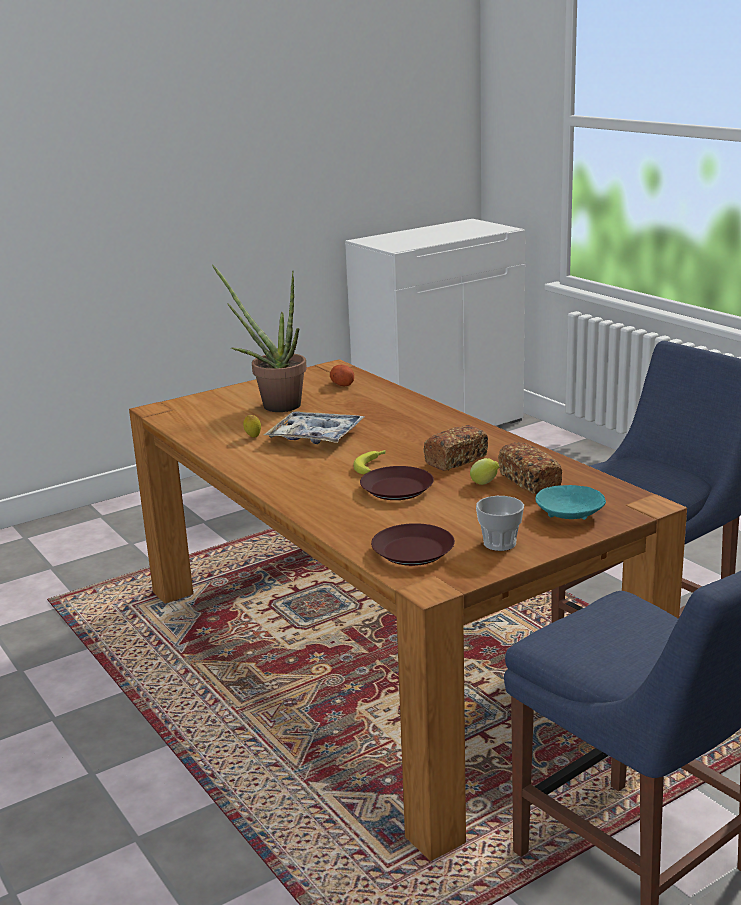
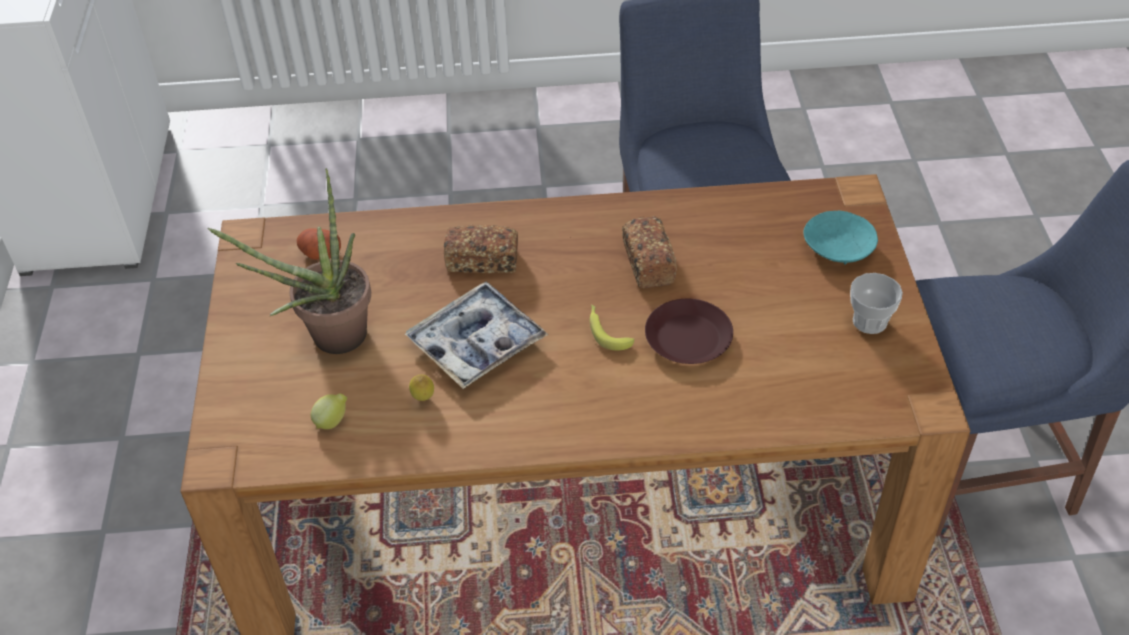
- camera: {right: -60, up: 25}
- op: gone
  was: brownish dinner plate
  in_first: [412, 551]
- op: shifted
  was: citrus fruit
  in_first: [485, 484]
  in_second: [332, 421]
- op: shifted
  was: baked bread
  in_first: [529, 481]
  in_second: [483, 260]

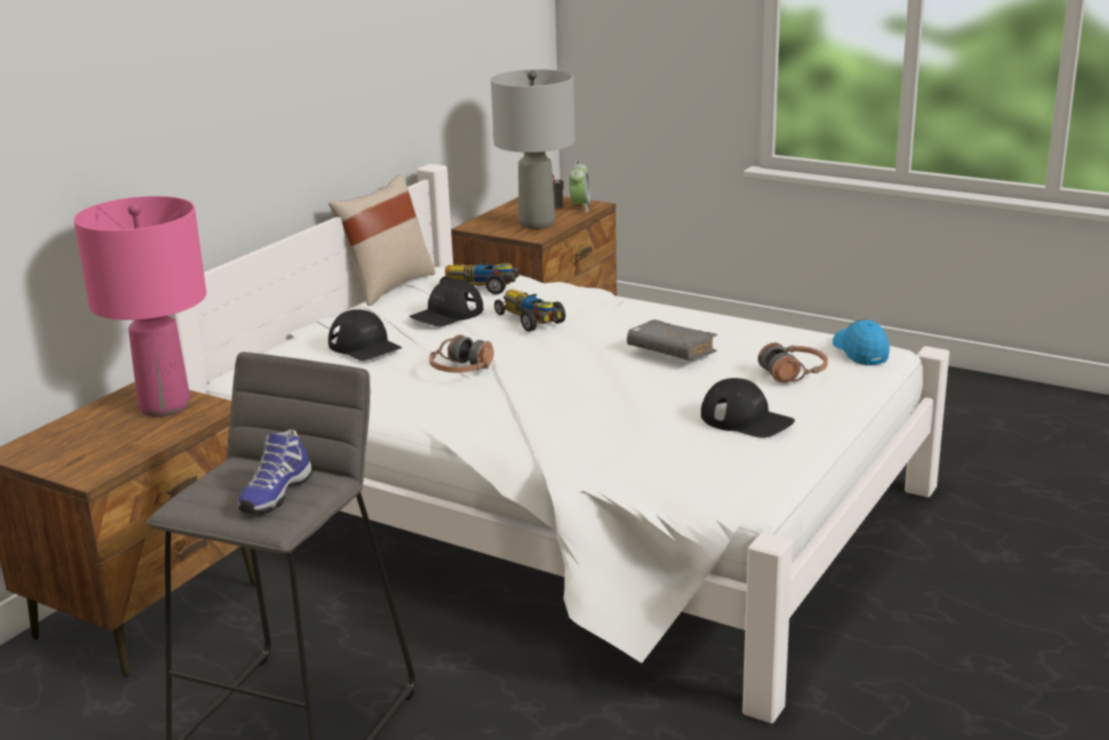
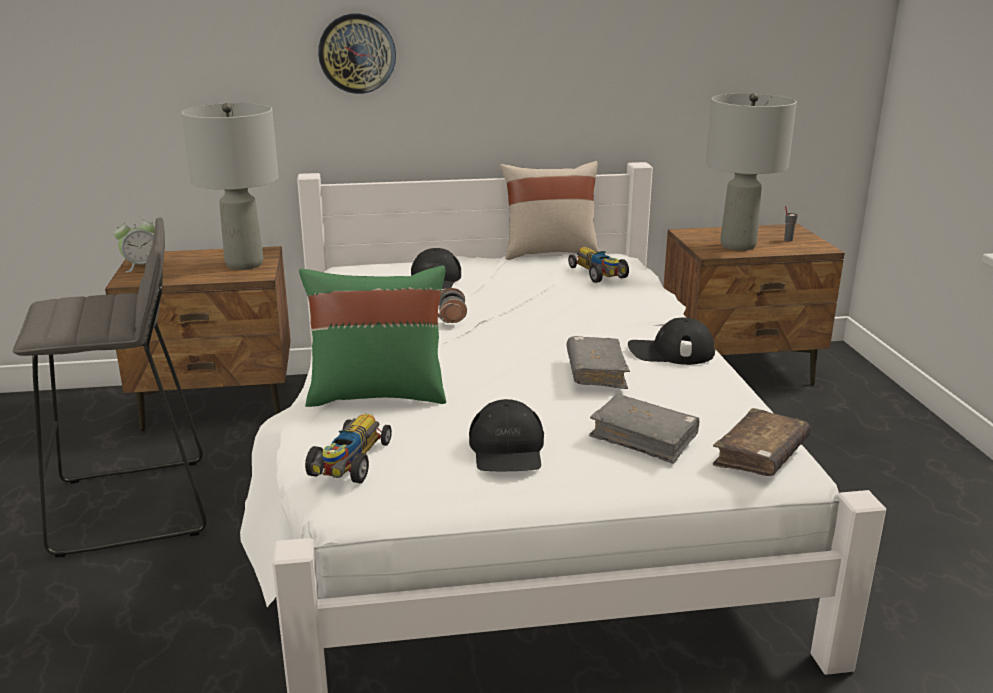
- camera: {right: 50, up: 0}
- op: repainted
  was: pinkish lamp for a table
  now: greyish lamp for a table
  in_first: [164, 407]
  in_second: [243, 264]
- op: gone
  was: item of footwear
  in_first: [274, 494]
- op: shifted
  was: blackish baseball cap
  in_first: [447, 314]
  in_second: [670, 352]
- op: shifted
  was: toy car
  in_first: [531, 320]
  in_second: [349, 463]
- op: shifted
  was: bedside clock
  in_first: [580, 207]
  in_second: [141, 266]
- op: swapped
  was: headset
  now: greyish bound book
  in_first: [793, 373]
  in_second: [644, 438]
- op: swapped
  was: bluish baseball cap
  now: brownish bound book
  in_first: [860, 351]
  in_second: [760, 455]
- op: new
  now: greenish throw pillow
  in_second: [378, 395]
- op: new
  now: hanging clock
  in_second: [357, 53]

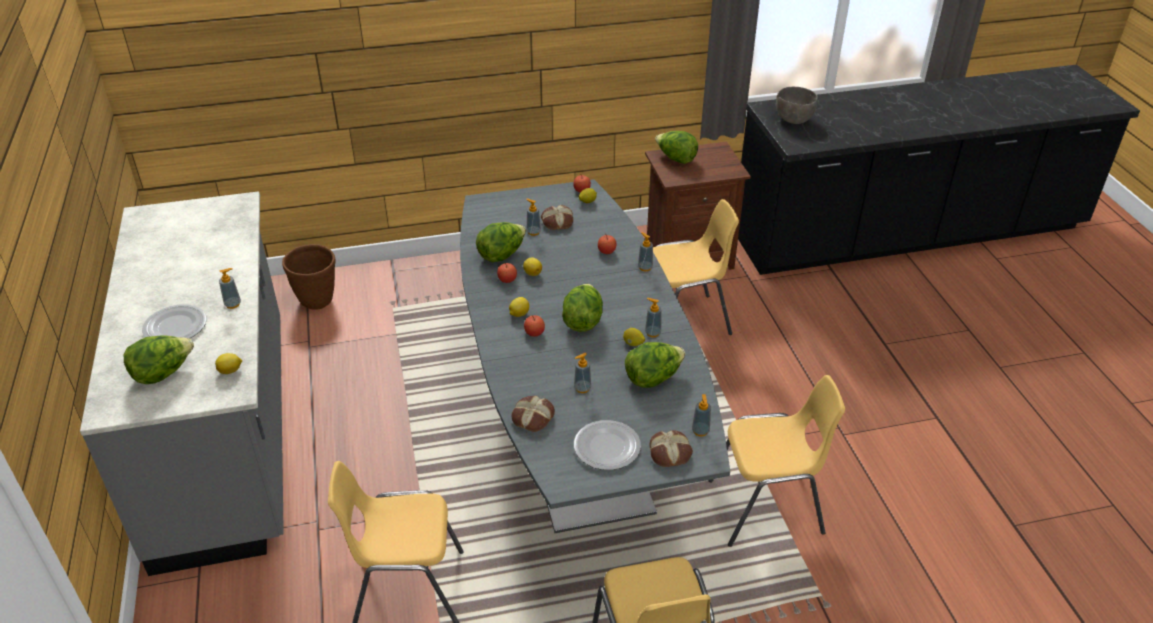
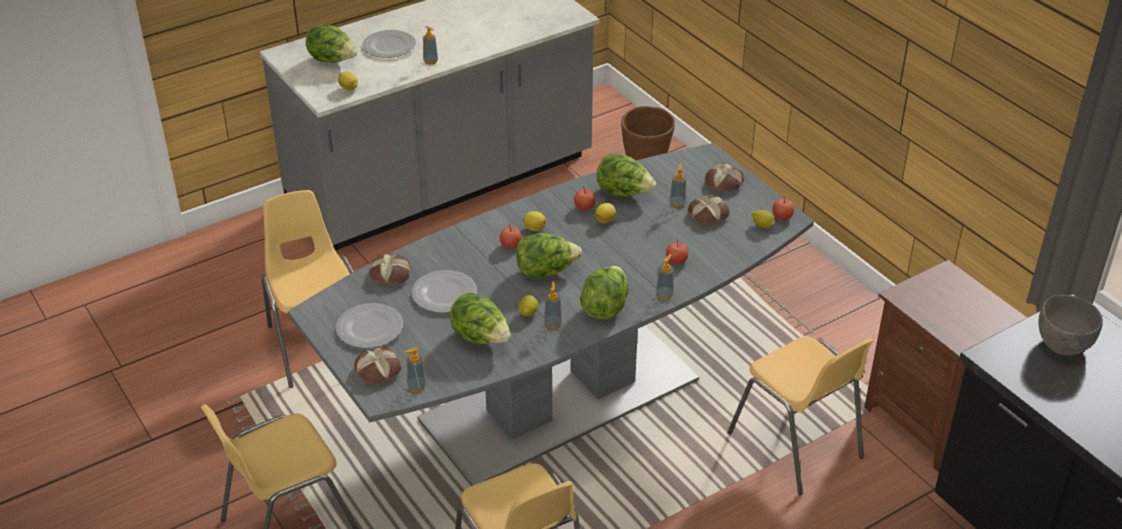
- camera: {right: 70, up: 0}
- op: swapped
  was: soap bottle
  now: dinner plate
  in_first: [582, 388]
  in_second: [444, 294]
- op: shifted
  was: lettuce head
  in_first: [676, 159]
  in_second: [605, 307]
- op: new
  now: baked bread
  in_second: [724, 183]

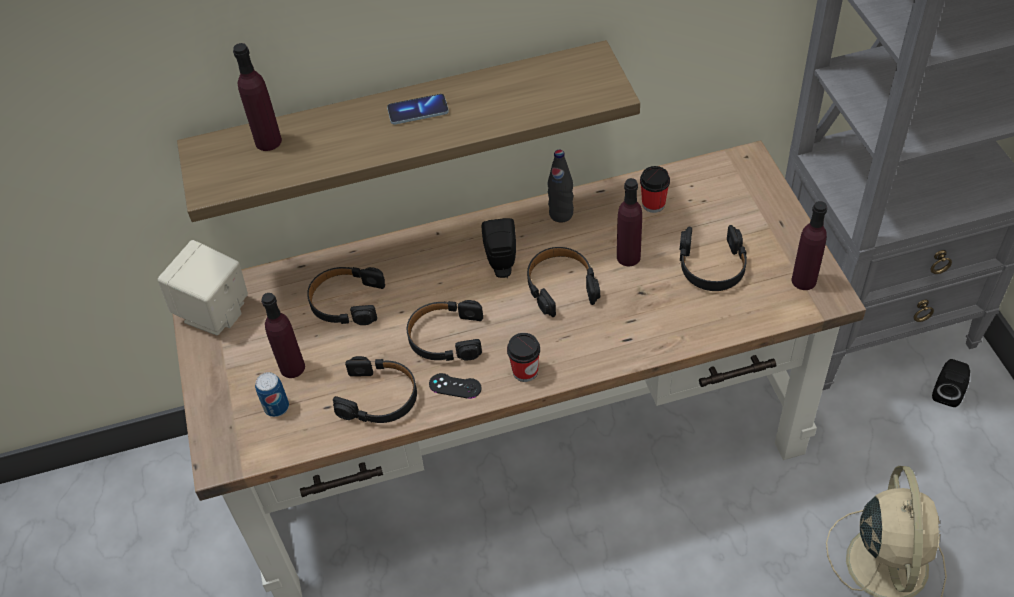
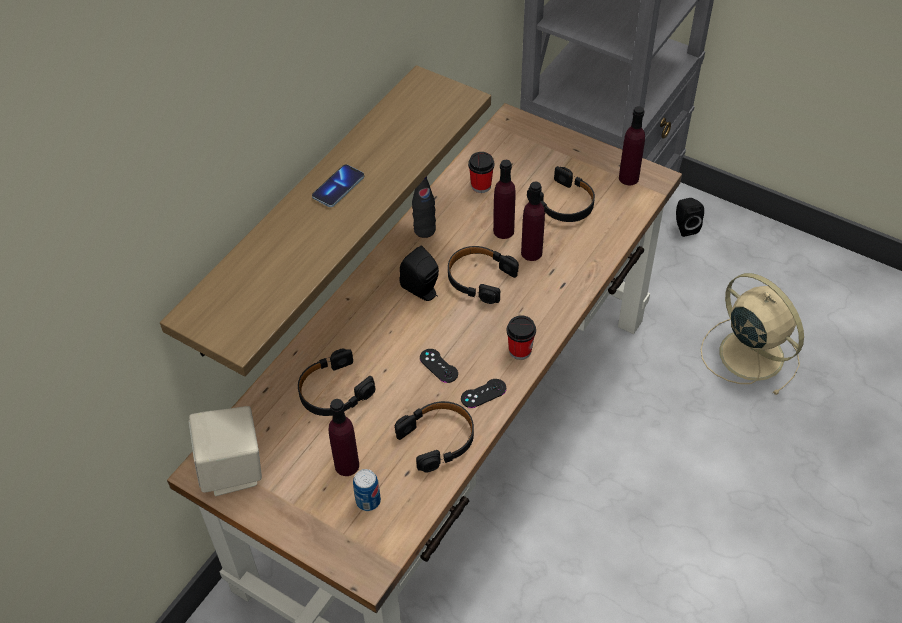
- camera: {right: -45, up: 0}
- op: shifted
  was: purple-coloured drink bottle
  in_first: [268, 141]
  in_second: [531, 252]
- op: swapped
  was: blackish headset
  now: blackish gamepad
  in_first: [445, 337]
  in_second: [438, 366]

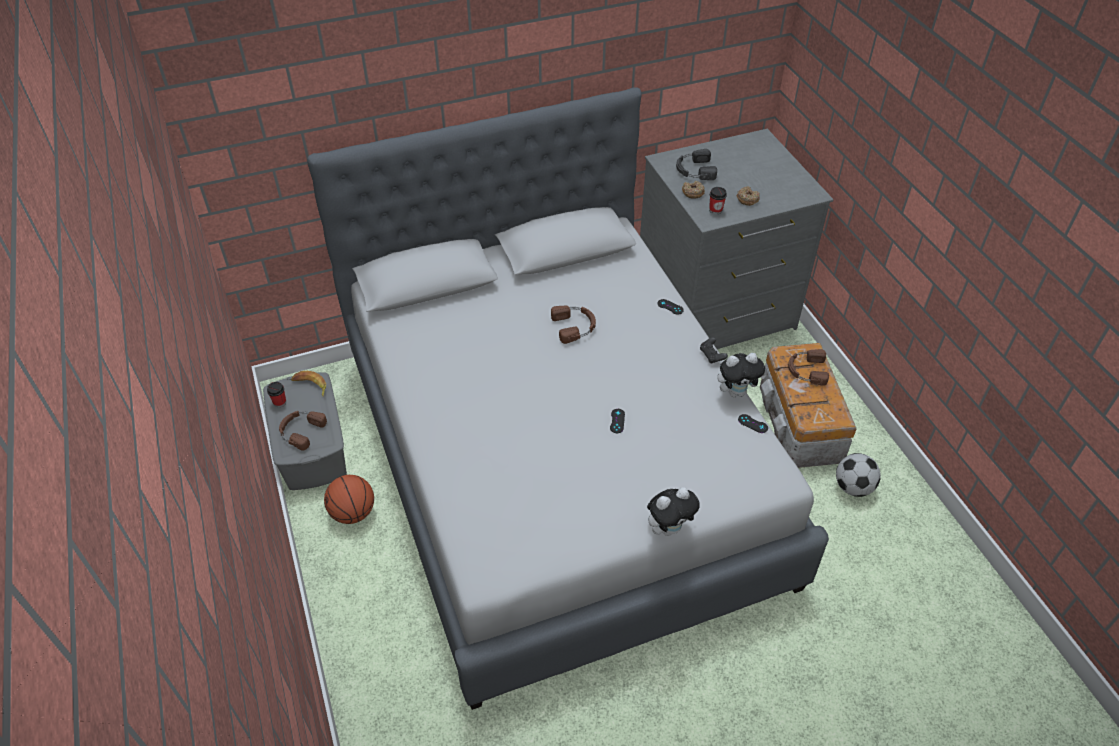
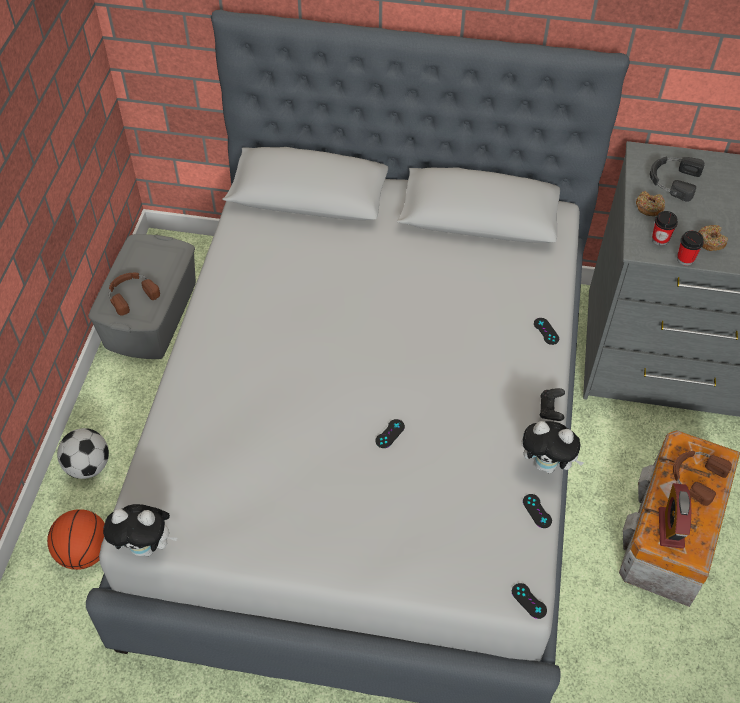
- camera: {right: 30, up: 5}
- op: shifted
  was: small cup
  in_first: [279, 402]
  in_second: [685, 259]
- op: gone
  was: banana fruit
  in_first: [310, 385]
- op: shifted
  was: basketball
  in_first: [353, 512]
  in_second: [85, 552]
- op: gone
  was: brownish headset
  in_first: [575, 326]
- op: shifted
  was: cuddly toy
  in_first: [669, 528]
  in_second: [147, 547]
- op: shifted
  was: football ball
  in_first: [852, 487]
  in_second: [88, 466]
- op: new
  now: blackish gamepad
  in_second: [529, 601]
- op: new
  now: bedside clock
  in_second: [671, 528]

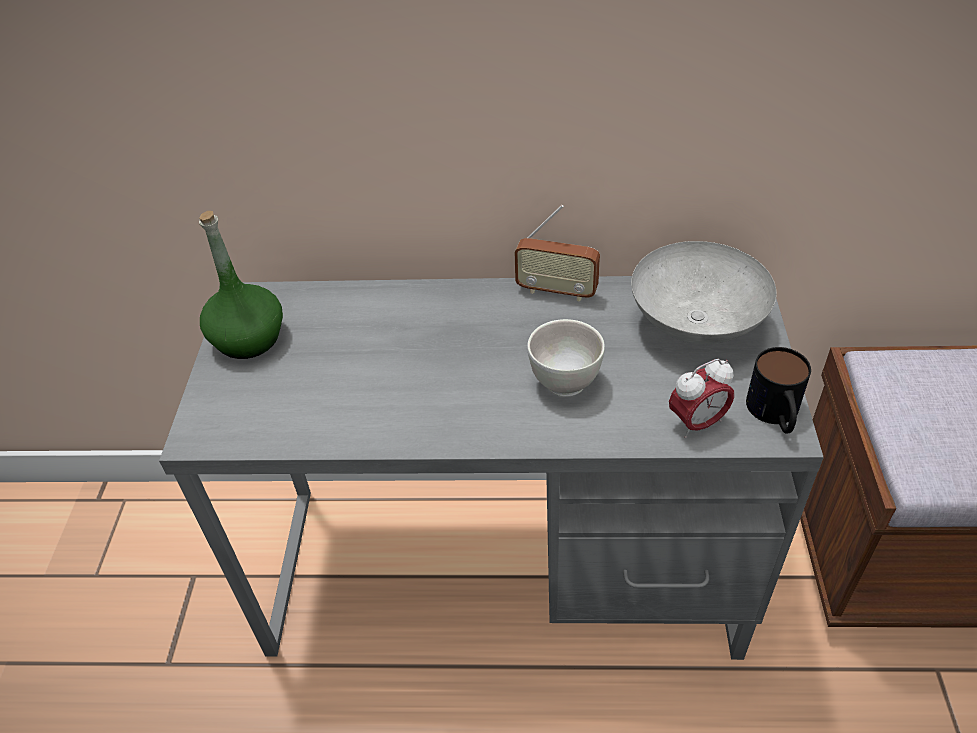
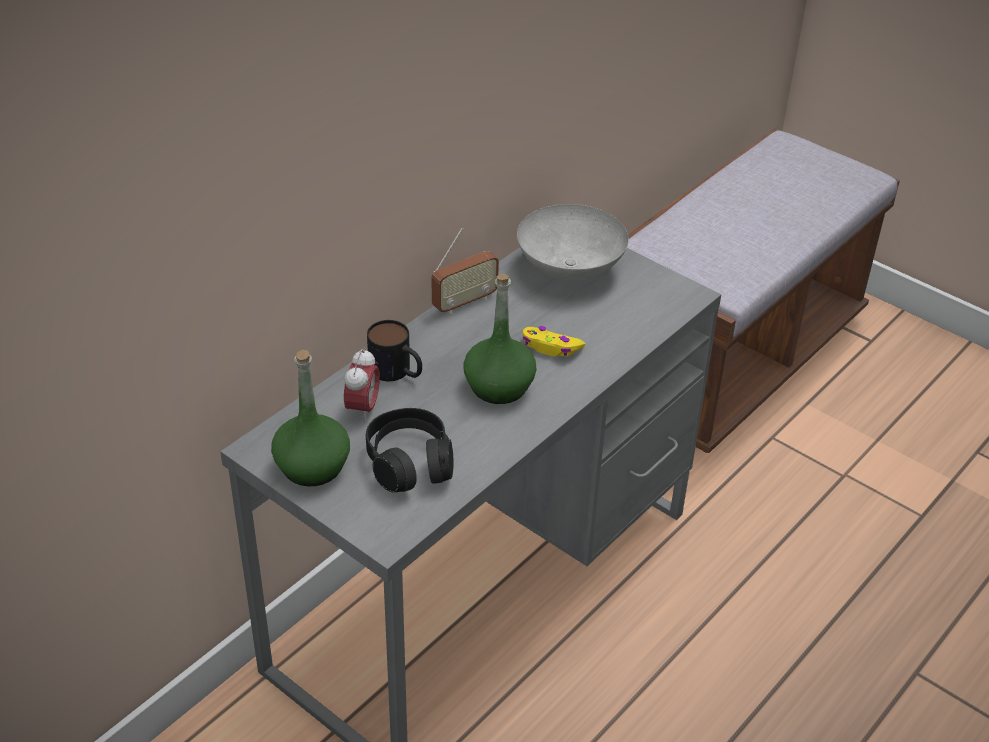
- camera: {right: -55, up: -5}
- op: swapped
  was: white serving bowl
  now: yellow-coloured gamepad
  in_first: [564, 382]
  in_second: [551, 347]
- op: shifted
  was: bedside clock
  in_first: [697, 423]
  in_second: [362, 409]
- op: shifted
  was: coffee mug
  in_first: [775, 414]
  in_second: [397, 372]
- op: new
  now: blackish headset
  in_second: [410, 463]
- op: new
  now: greenish drink bottle
  in_second: [498, 386]

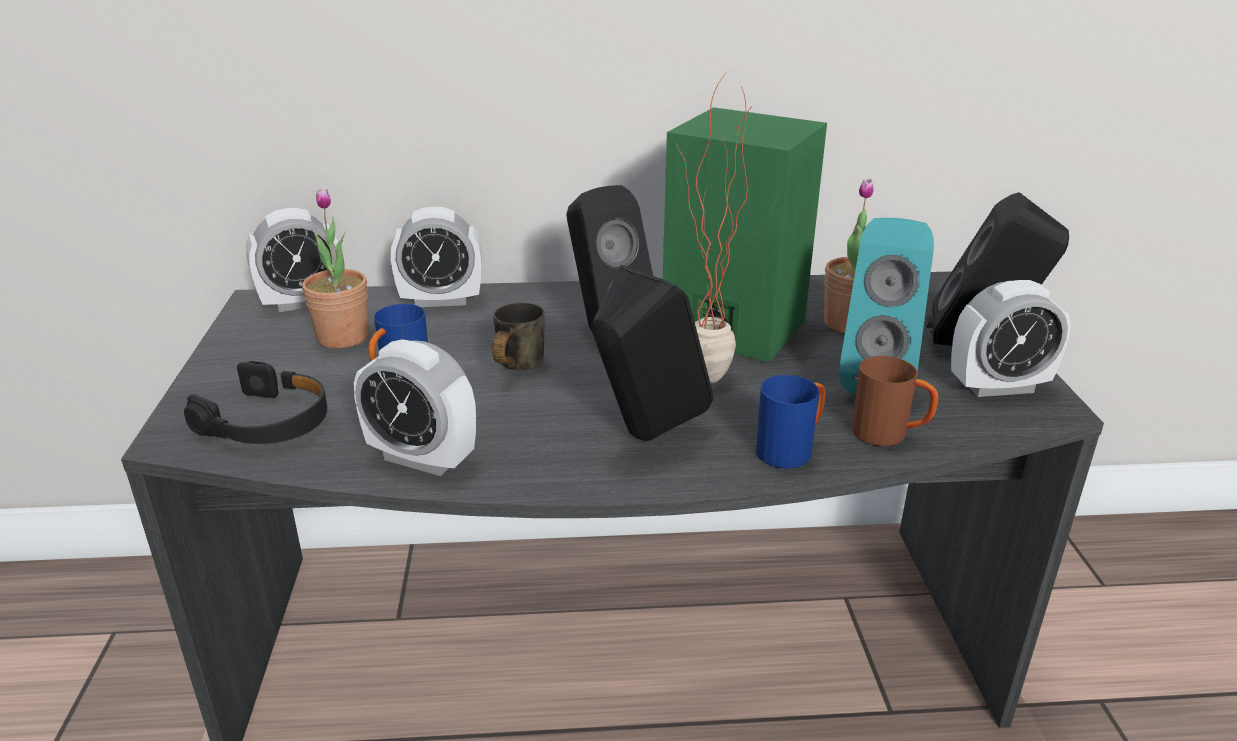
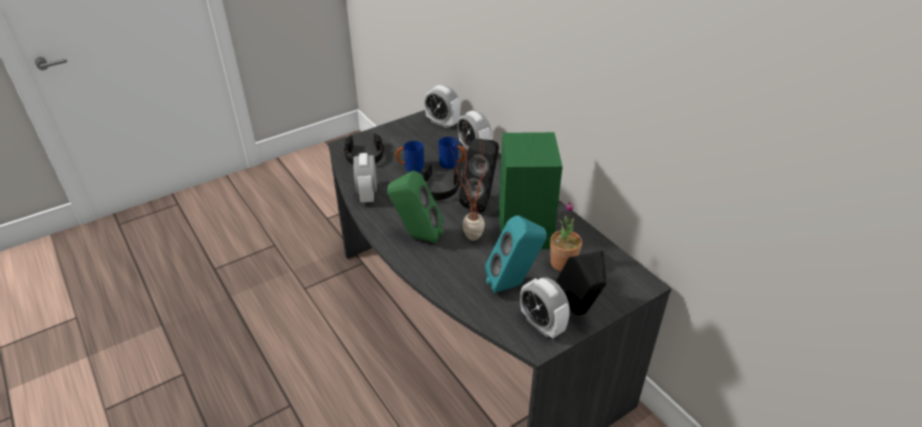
- camera: {right: 60, up: 10}
- op: gone
  was: potted plant
  in_first: [343, 337]
- op: swapped
  was: greyish coffee mug
  now: blackish headset
  in_first: [512, 368]
  in_second: [438, 188]
- op: repainted
  was: blackish speaker
  now: greenish speaker
  in_first: [645, 438]
  in_second: [416, 236]
- op: shifted
  was: bluish coffee mug
  in_first: [791, 450]
  in_second: [452, 164]
- op: gone
  was: brownish coffee mug
  in_first: [889, 435]

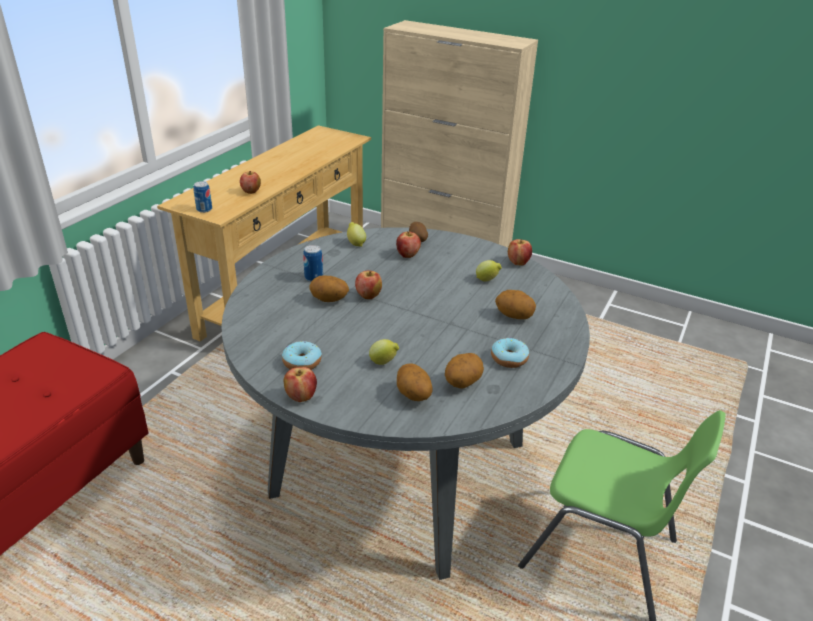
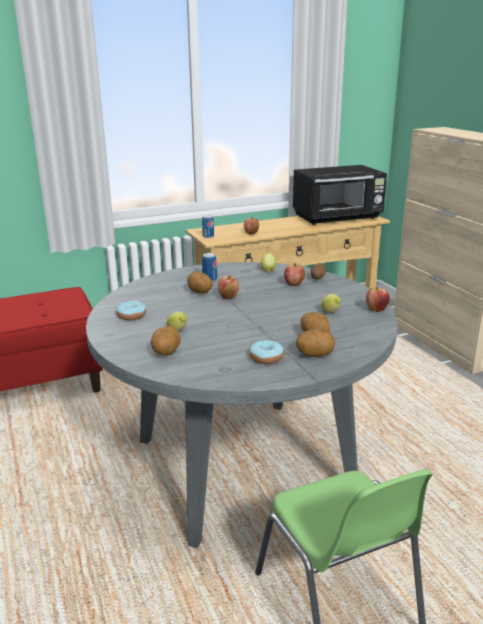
- camera: {right: 40, up: -10}
- op: gone
  was: apple fruit
  in_first: [301, 397]
- op: shifted
  was: whole potato
  in_first: [462, 383]
  in_second: [314, 355]
- op: new
  now: blackish kitchen microwave
  in_second: [338, 217]

